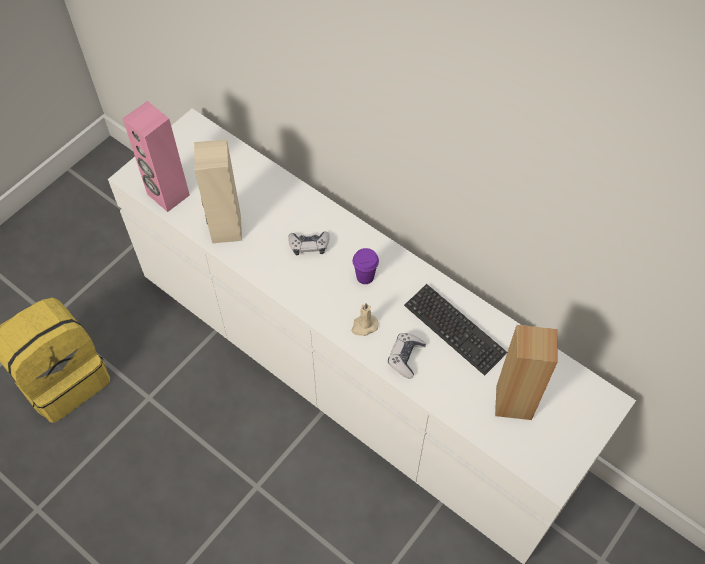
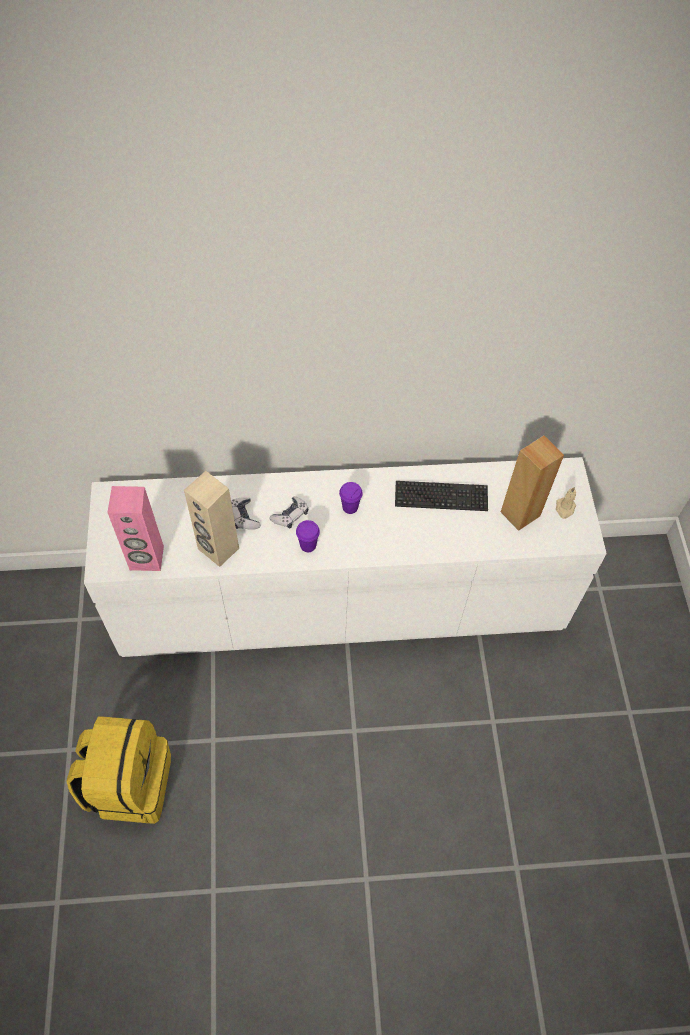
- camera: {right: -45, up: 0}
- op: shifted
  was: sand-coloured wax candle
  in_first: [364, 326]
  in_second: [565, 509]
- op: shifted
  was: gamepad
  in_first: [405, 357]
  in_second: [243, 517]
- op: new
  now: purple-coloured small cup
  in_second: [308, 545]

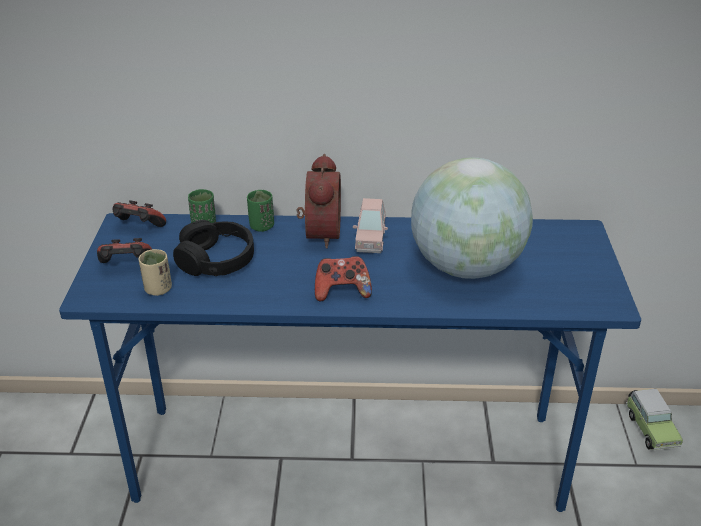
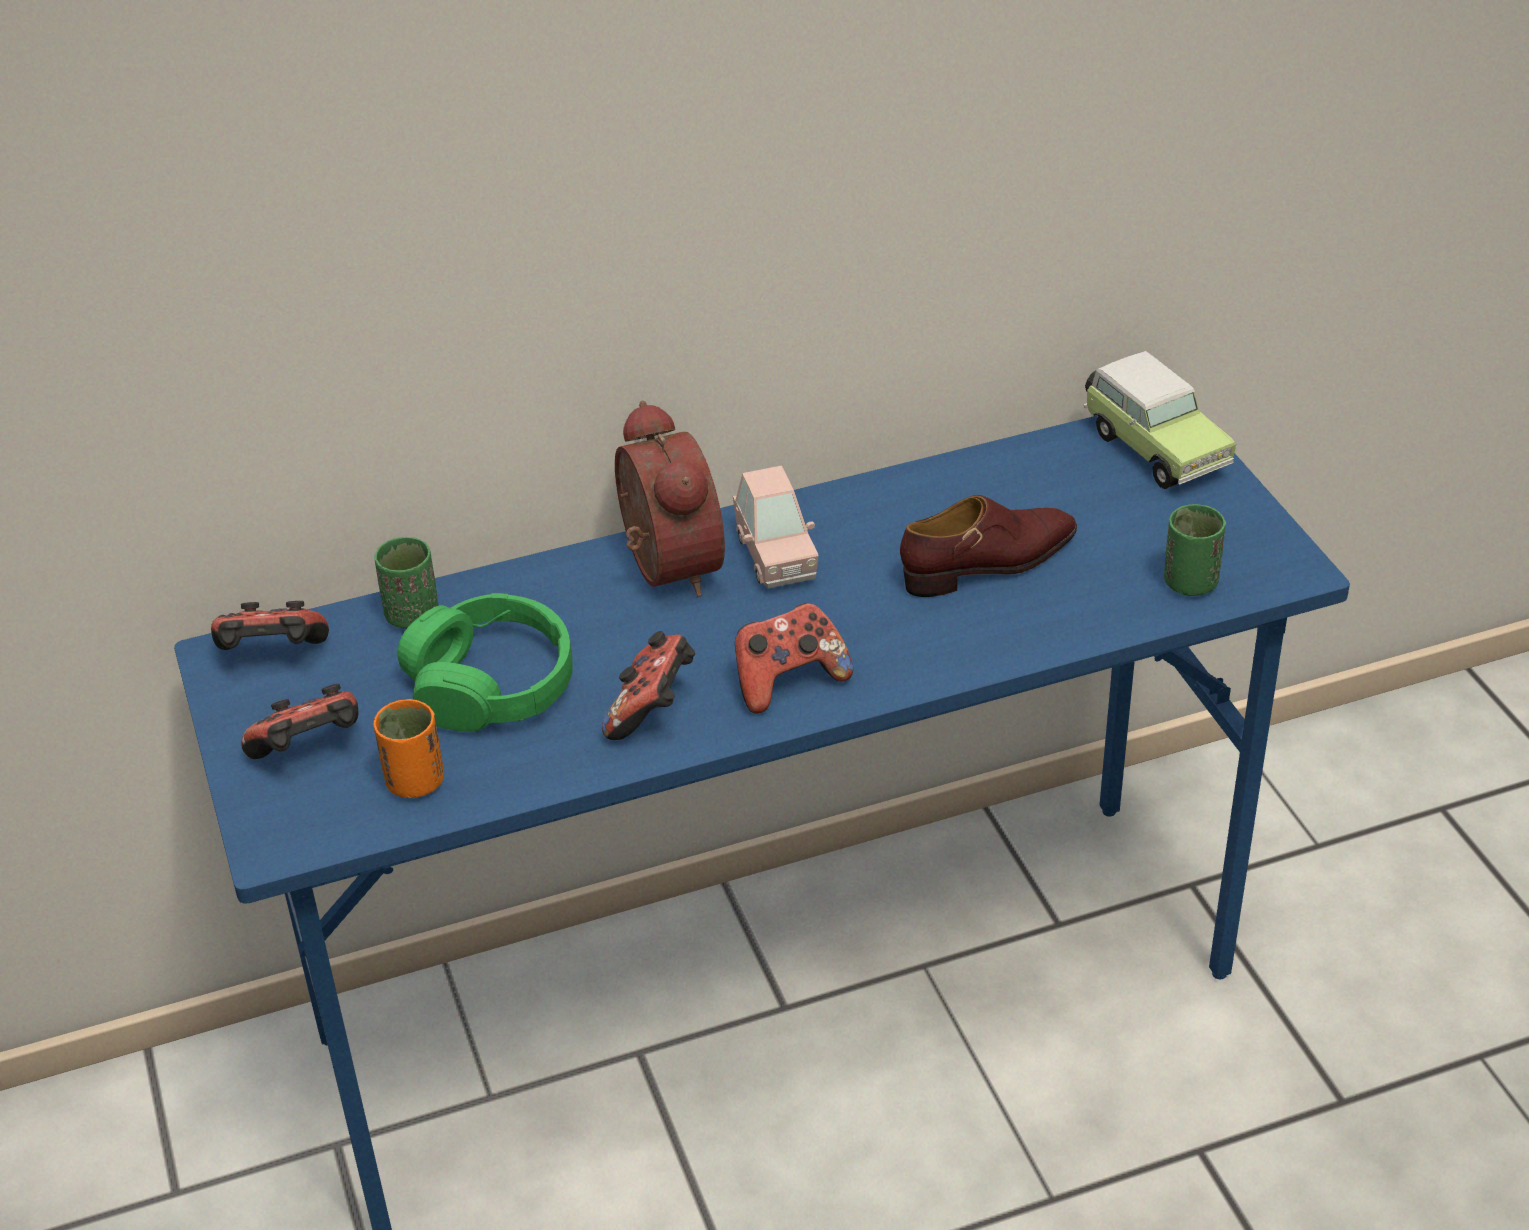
- camera: {right: -20, up: 5}
- op: repainted
  was: sand-coloured small cup
  now: orangey small cup
  in_first: [158, 289]
  in_second: [415, 782]
- op: repainted
  was: blackish headset
  now: greenish headset
  in_first: [216, 260]
  in_second: [491, 684]
- op: shifted
  was: greenish small cup
  in_first: [261, 226]
  in_second: [1190, 583]
- op: swapped
  was: globe
  now: brownish item of footwear
  in_first: [465, 267]
  in_second: [990, 563]
- op: shifted
  was: toy car
  in_first: [650, 428]
  in_second: [1152, 448]
- op: new
  now: gamepad
  in_second: [653, 710]

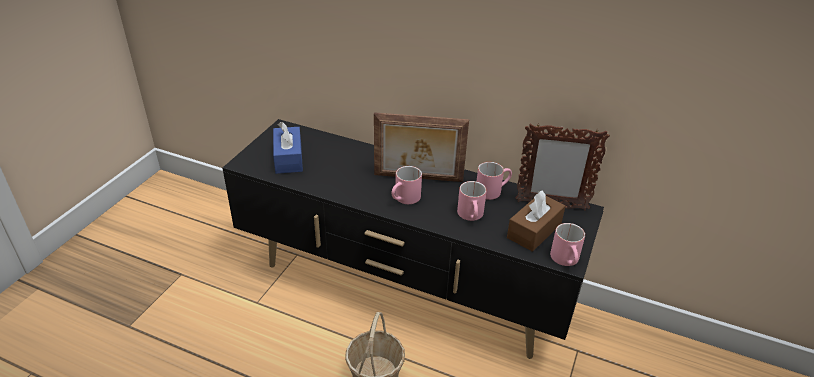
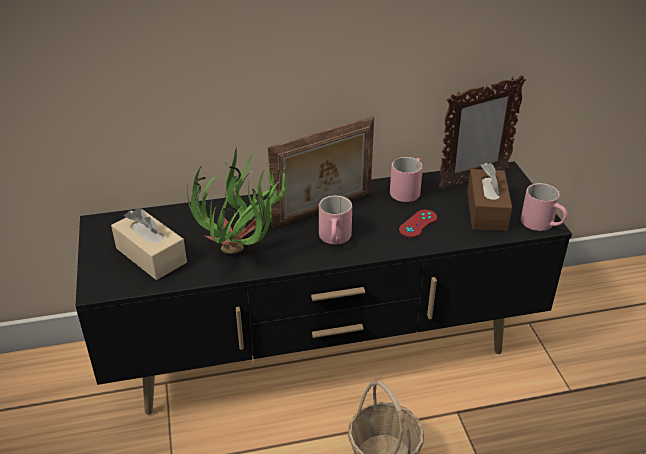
- camera: {right: -35, up: 0}
- op: repainted
  was: bluish tissue box
  now: sand-coloured tissue box
  in_first: [288, 158]
  in_second: [151, 255]
- op: swapped
  was: pinkish coffee mug
  now: red gamepad
  in_first: [472, 216]
  in_second: [418, 224]
- op: new
  now: potted plant
  in_second: [243, 256]

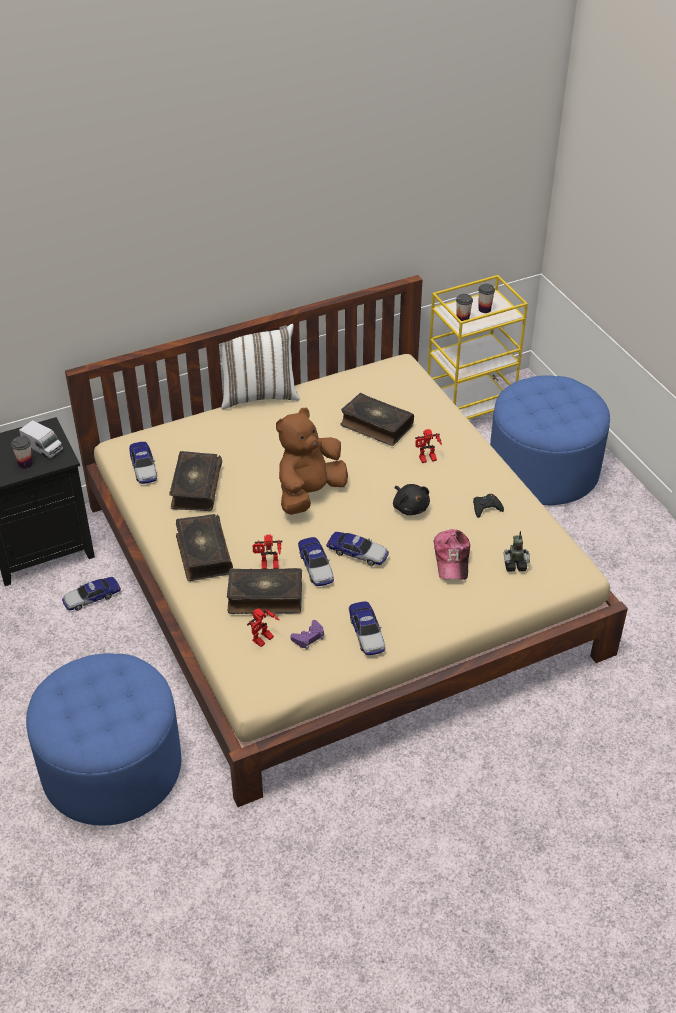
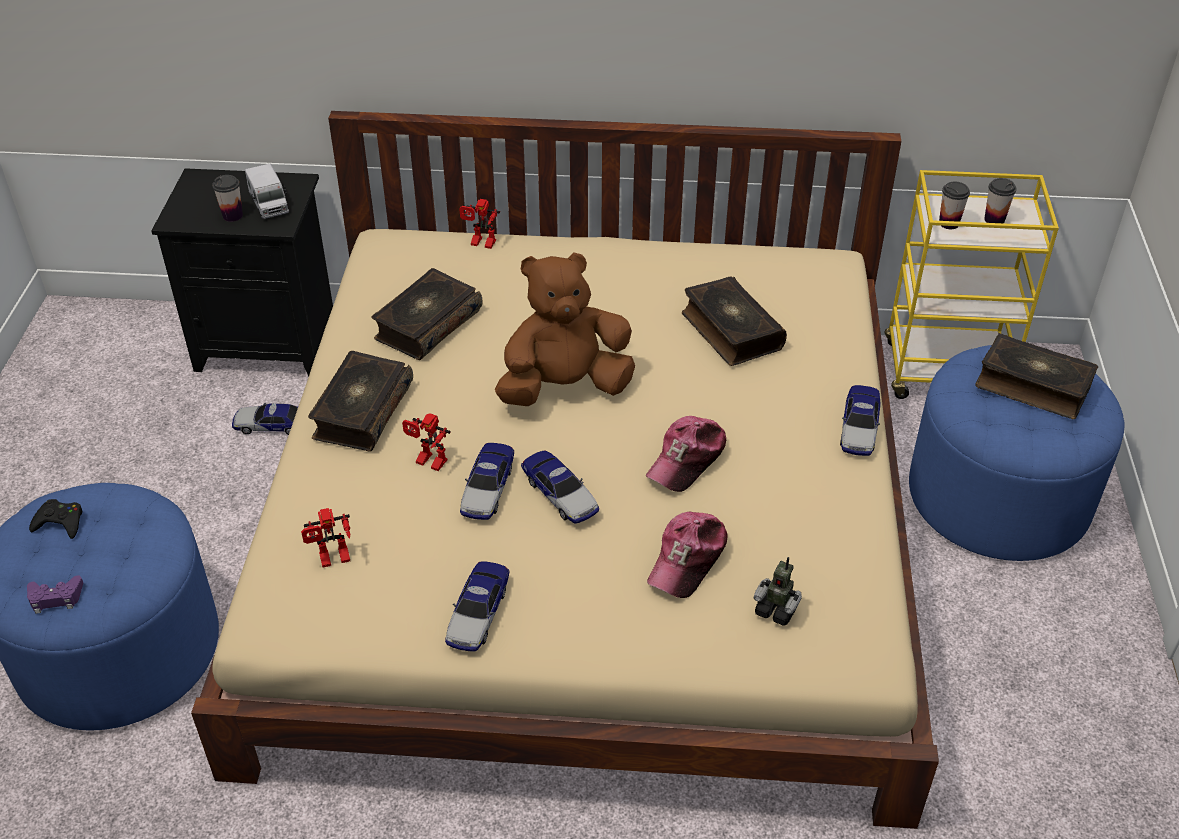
- camera: {right: 30, up: 0}
- op: shifted
  was: toy car
  in_first: [143, 467]
  in_second: [859, 427]
- op: gone
  was: white throw pillow
  in_first: [258, 395]
- op: shifted
  was: bound book
  in_first: [265, 597]
  in_second: [1032, 386]
- op: shifted
  was: purple-coloured gamepad
  in_first: [309, 637]
  in_second: [56, 598]
- op: swapped
  was: blackish cuddly toy
  now: baseball cap
  in_first: [410, 507]
  in_second: [687, 460]
- op: shifted
  was: toy robot
  in_first: [427, 460]
  in_second: [480, 244]
- op: shifted
  was: blackish gamepad
  in_first: [486, 508]
  in_second: [60, 522]

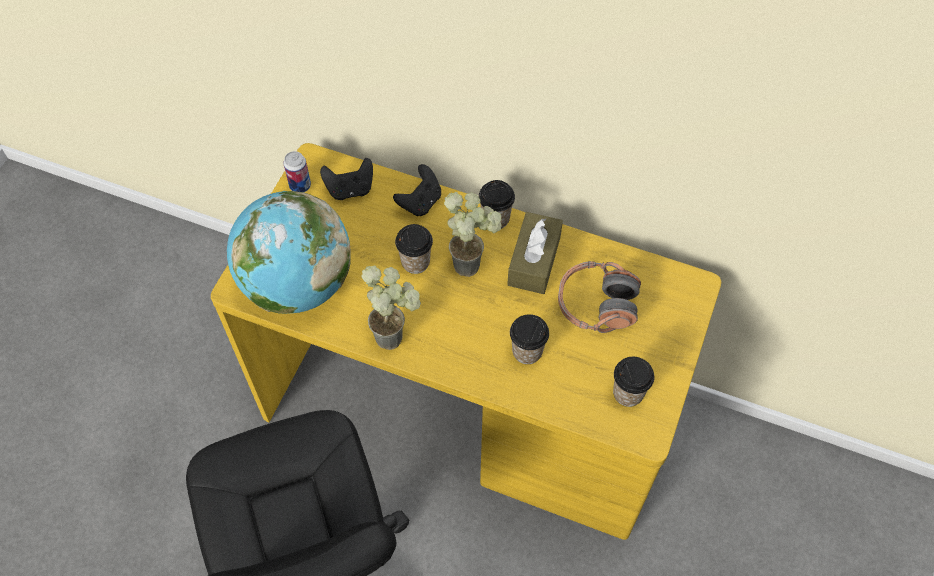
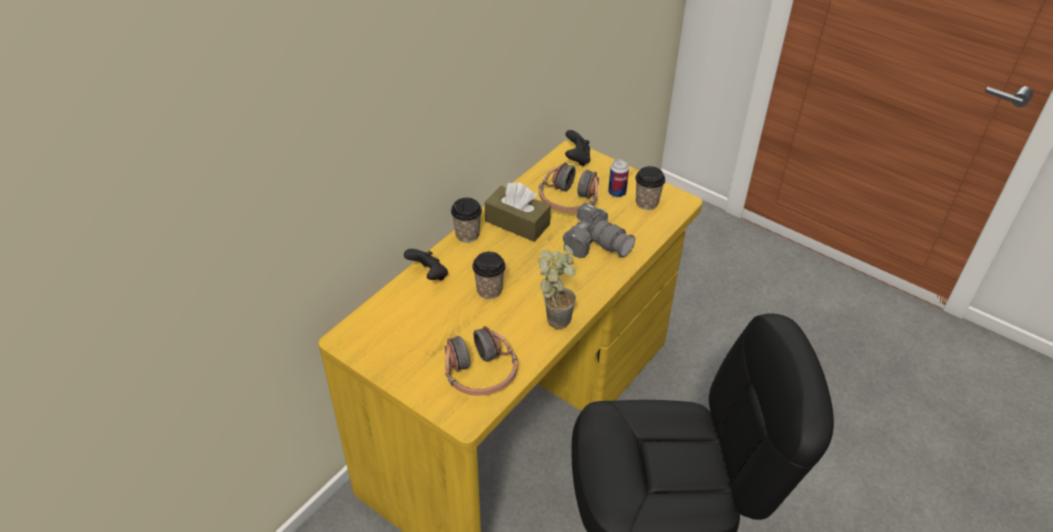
- camera: {right: -75, up: -15}
- op: swapped
  was: globe
  now: headset
  in_first: [297, 284]
  in_second: [479, 373]
- op: shifted
  was: metal can
  in_first: [300, 185]
  in_second: [617, 192]
- op: shifted
  was: blackish gamepad
  in_first: [350, 189]
  in_second: [577, 159]
- op: gone
  was: potted plant
  in_first: [473, 262]
- op: swapped
  was: small cup
  now: still camera
  in_first: [527, 351]
  in_second: [597, 244]

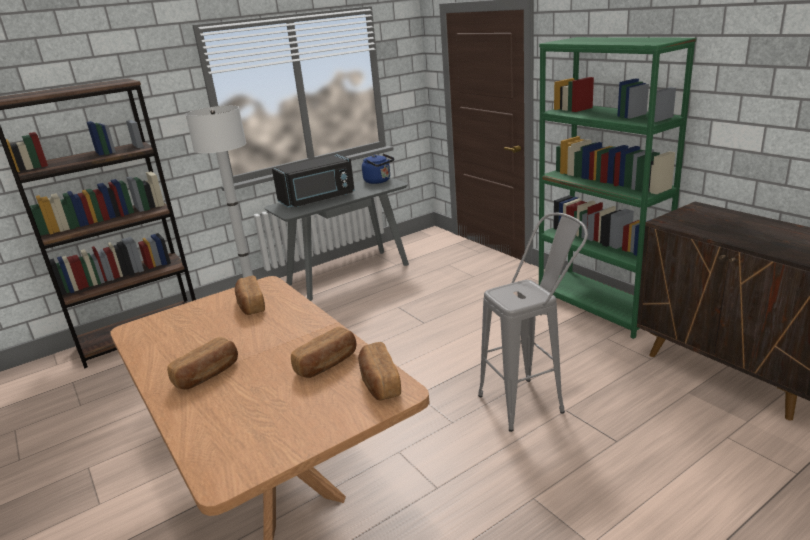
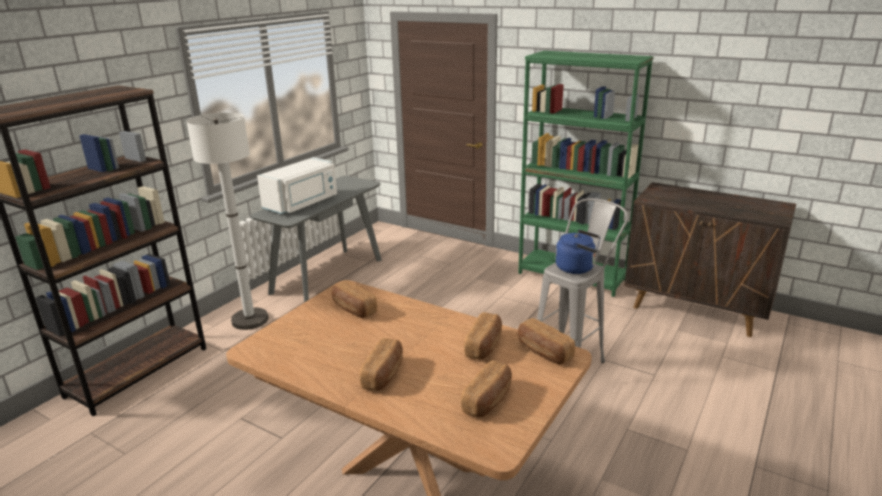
- camera: {right: -25, up: 0}
- op: repainted
  was: blackish kitchen microwave
  now: white kitchen microwave
  in_first: [318, 199]
  in_second: [303, 203]
- op: shifted
  was: bluish kettle
  in_first: [379, 181]
  in_second: [577, 268]
- op: new
  now: baked bread
  in_second: [488, 400]

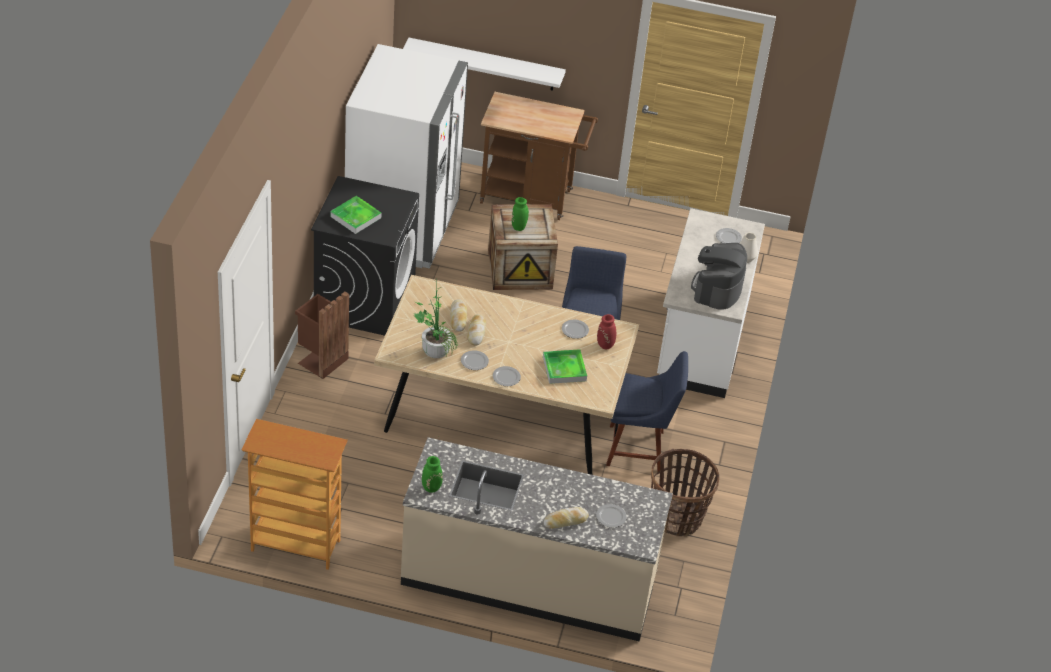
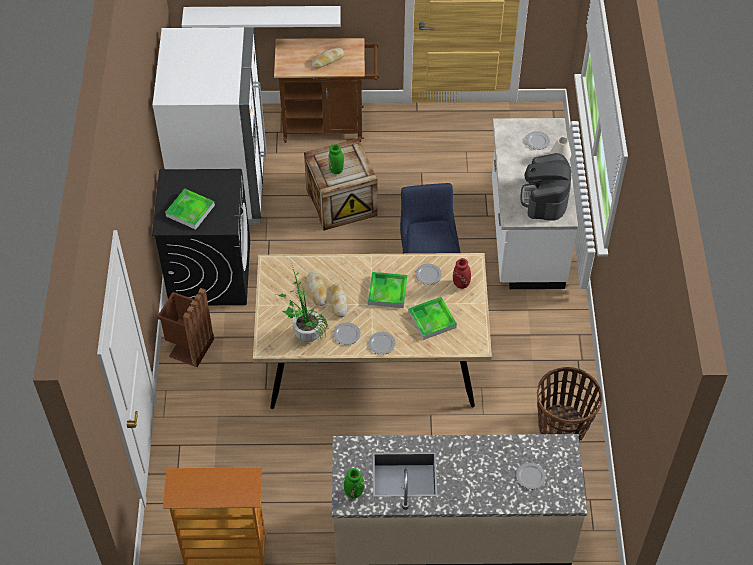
- camera: {right: -10, up: 10}
- op: shifted
  was: baked bread
  in_first: [565, 521]
  in_second: [328, 60]
- op: gone
  was: bluish chair
  in_first: [639, 449]
- op: new
  now: tray
  in_second: [387, 291]

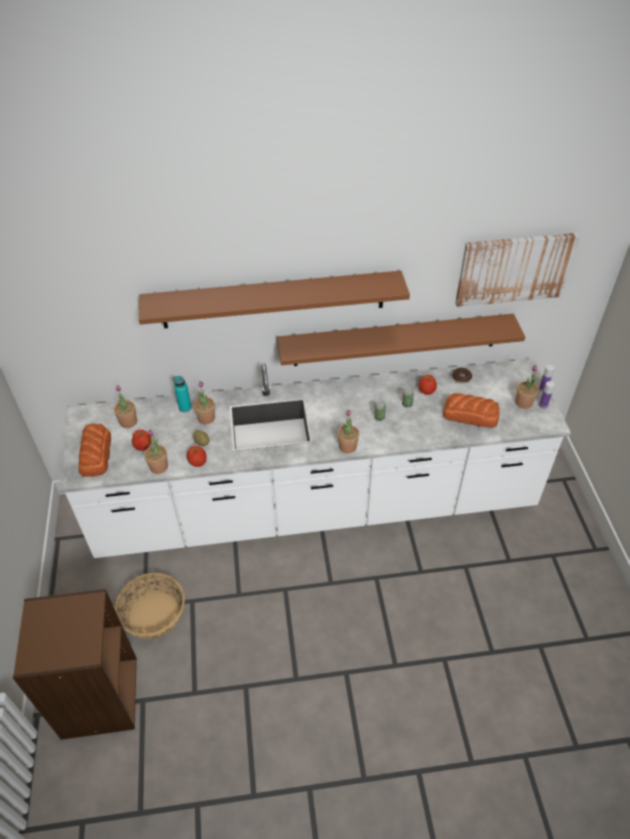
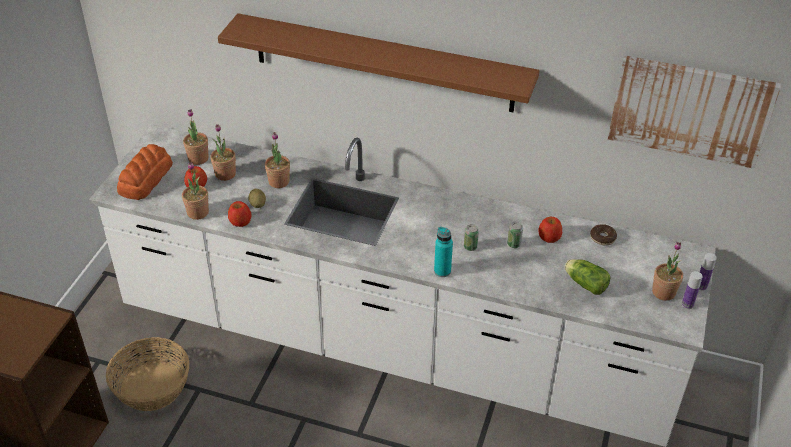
- camera: {right: 25, up: -5}
- op: shifted
  was: turquoise-coloured drink bottle
  in_first: [185, 407]
  in_second: [442, 271]
- op: gone
  was: brownish shelf
  in_first: [395, 340]
- op: shifted
  was: potted plant
  in_first: [347, 446]
  in_second: [225, 174]
- op: swapped
  was: baked bread
  now: lettuce head
  in_first: [471, 415]
  in_second: [584, 283]

